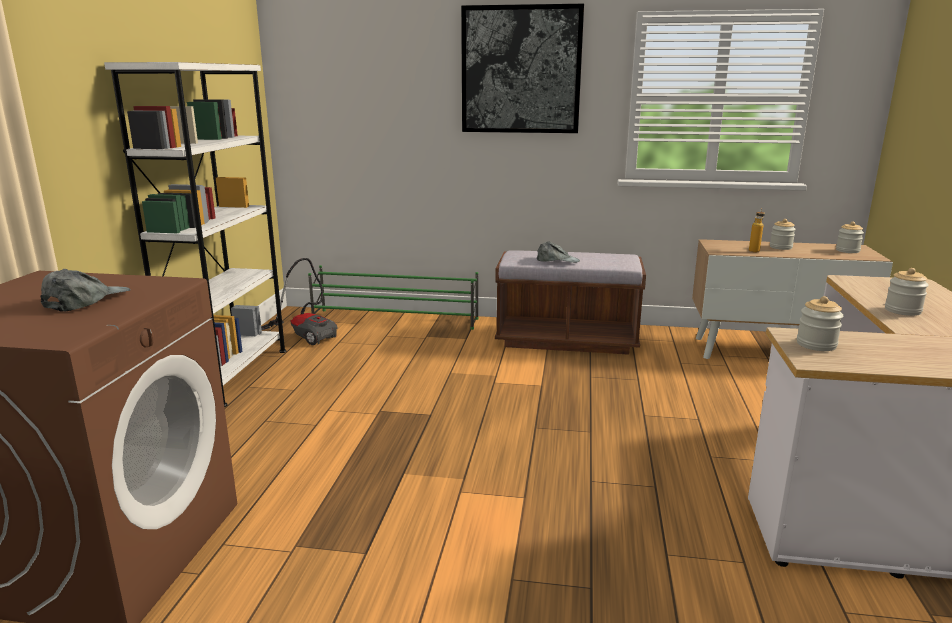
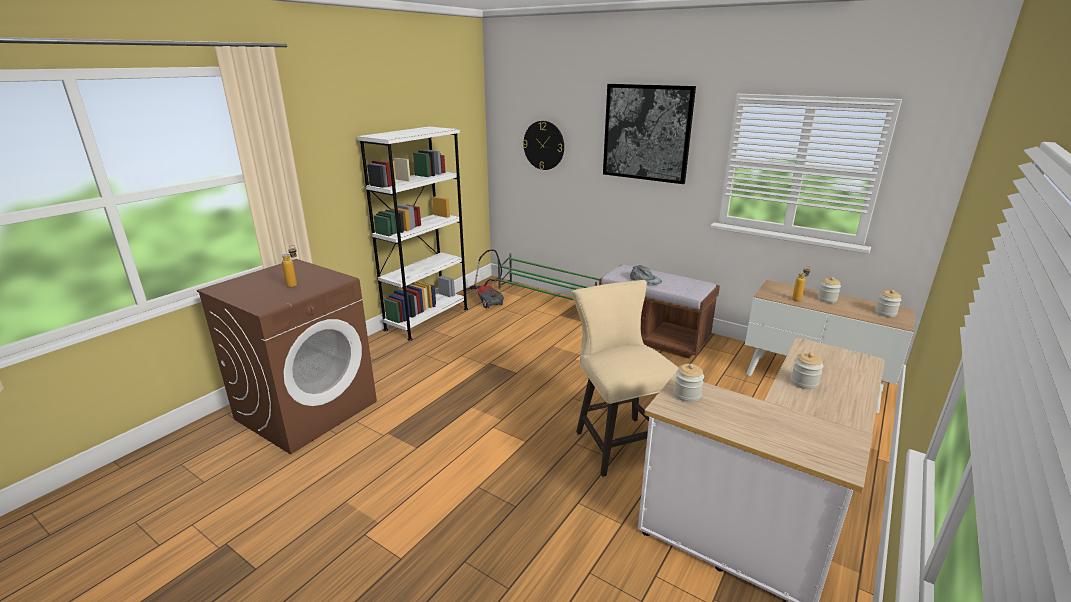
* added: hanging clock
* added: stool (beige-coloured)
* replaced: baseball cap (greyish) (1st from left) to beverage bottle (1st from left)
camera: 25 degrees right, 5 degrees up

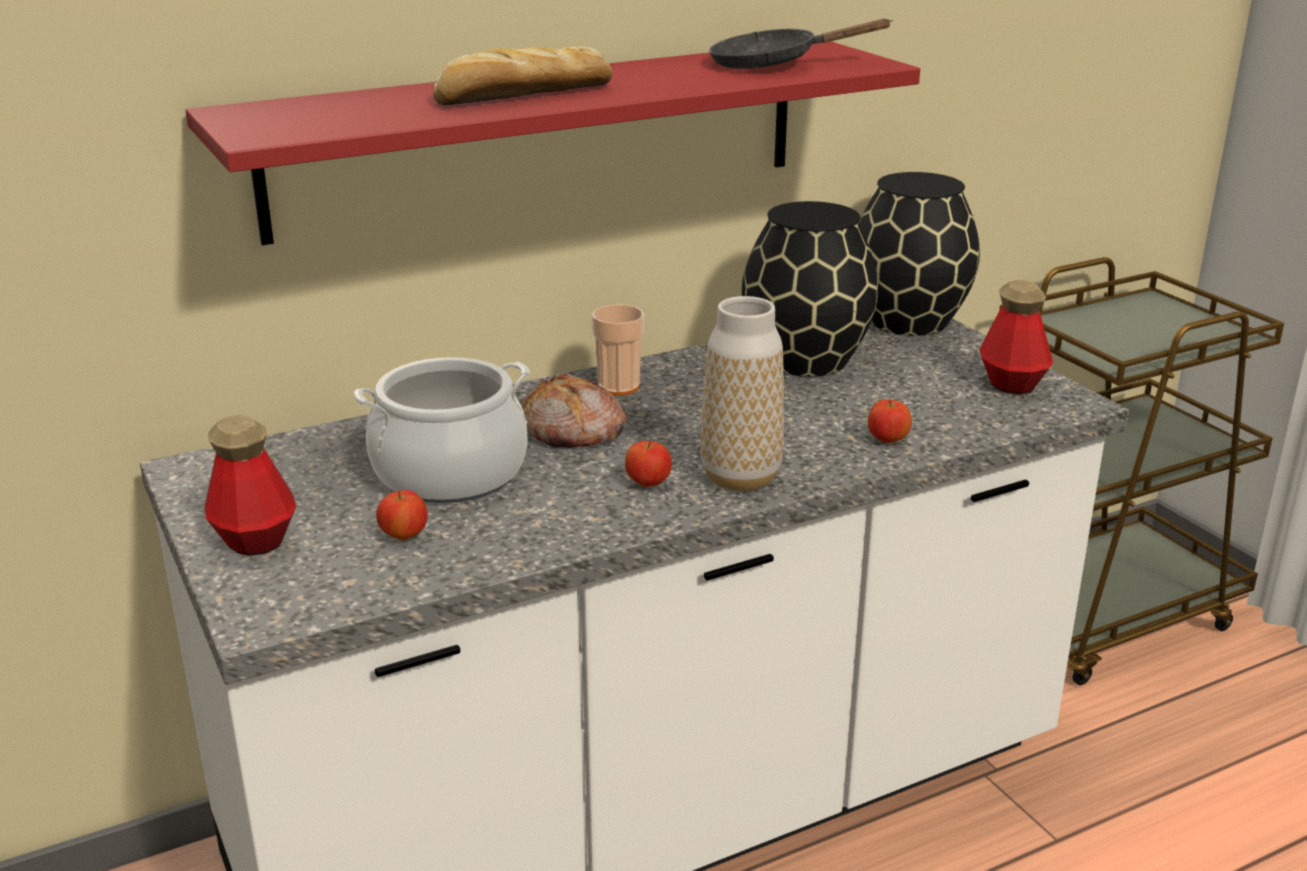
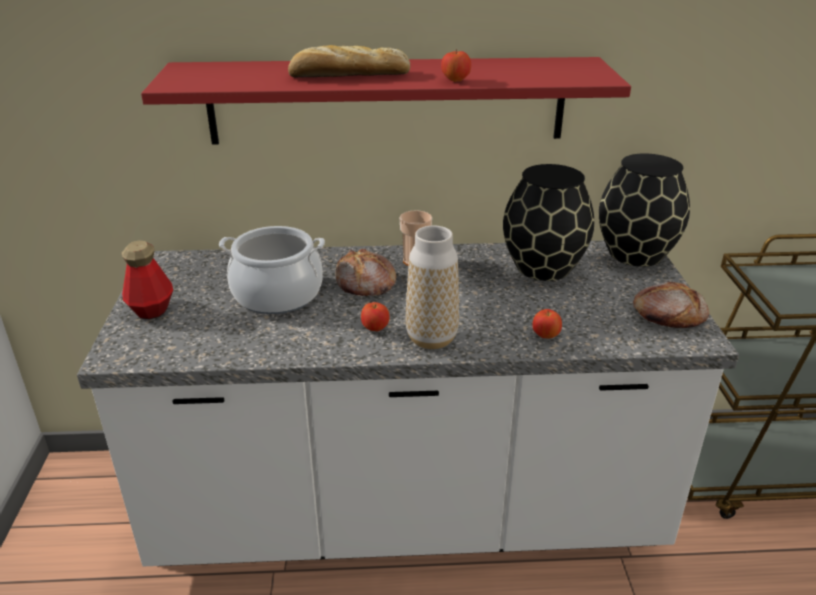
* removed: skillet (blackish)
* moved: apple (1st from left in the first image) to apple (2nd from left)
* replaced: beverage bottle (2nd from left) to bread (3rd from left)
camera: 25 degrees right, 5 degrees up

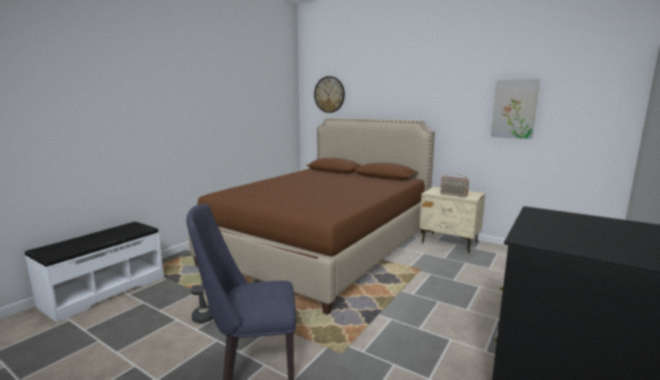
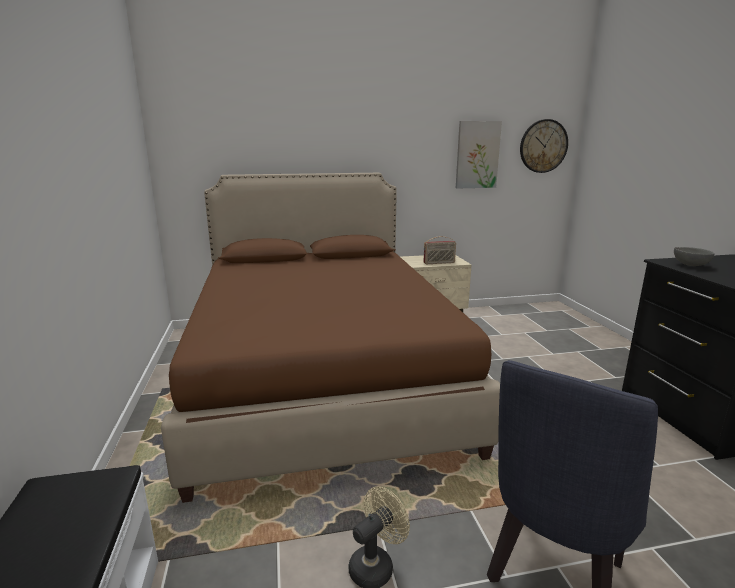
* added: bowl (greyish)
* moved: hanging clock
camera: 45 degrees left, 5 degrees up

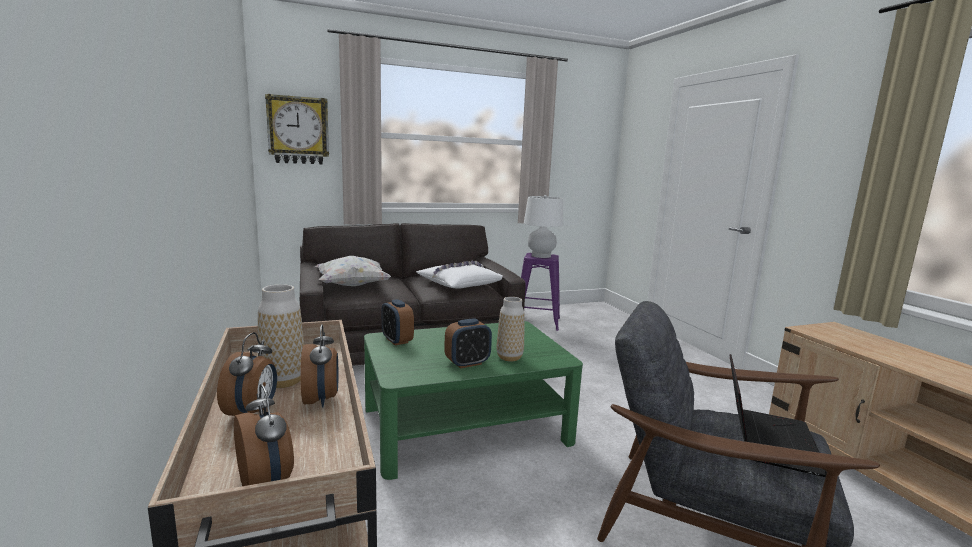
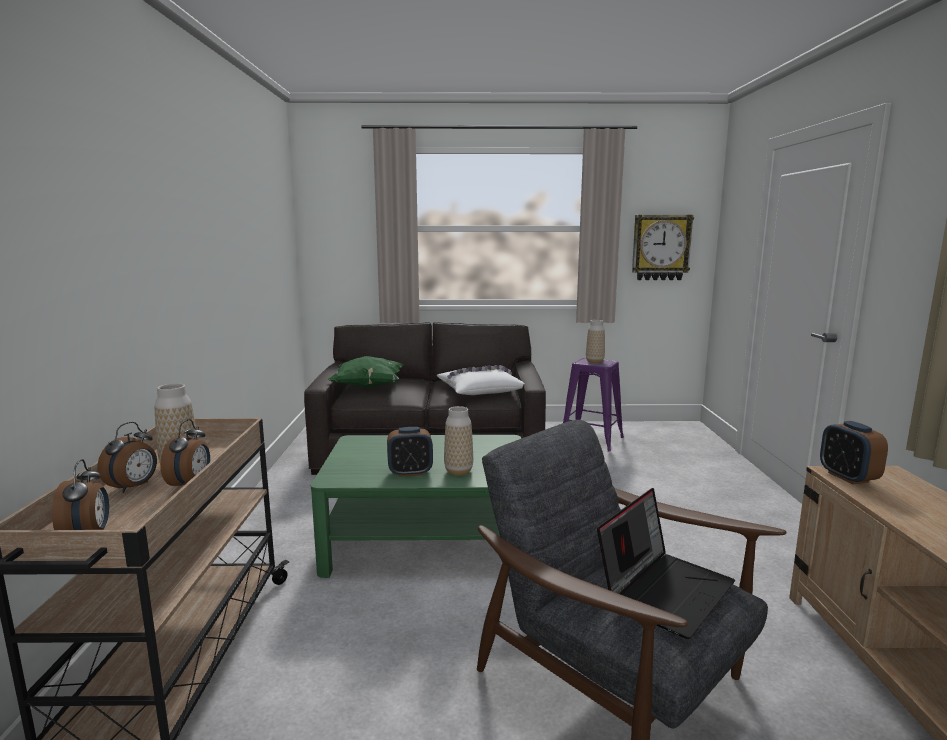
* moved: hanging clock
* moved: bedside clock (4th from left in the first image) to bedside clock (5th from left)
* replaced: table lamp (white-coloured) to decorative vase (3rd from left)
* recoloured: pillow (white-coloured) (1st from left) to pillow (greenish)
camera: 20 degrees right, 0 degrees up

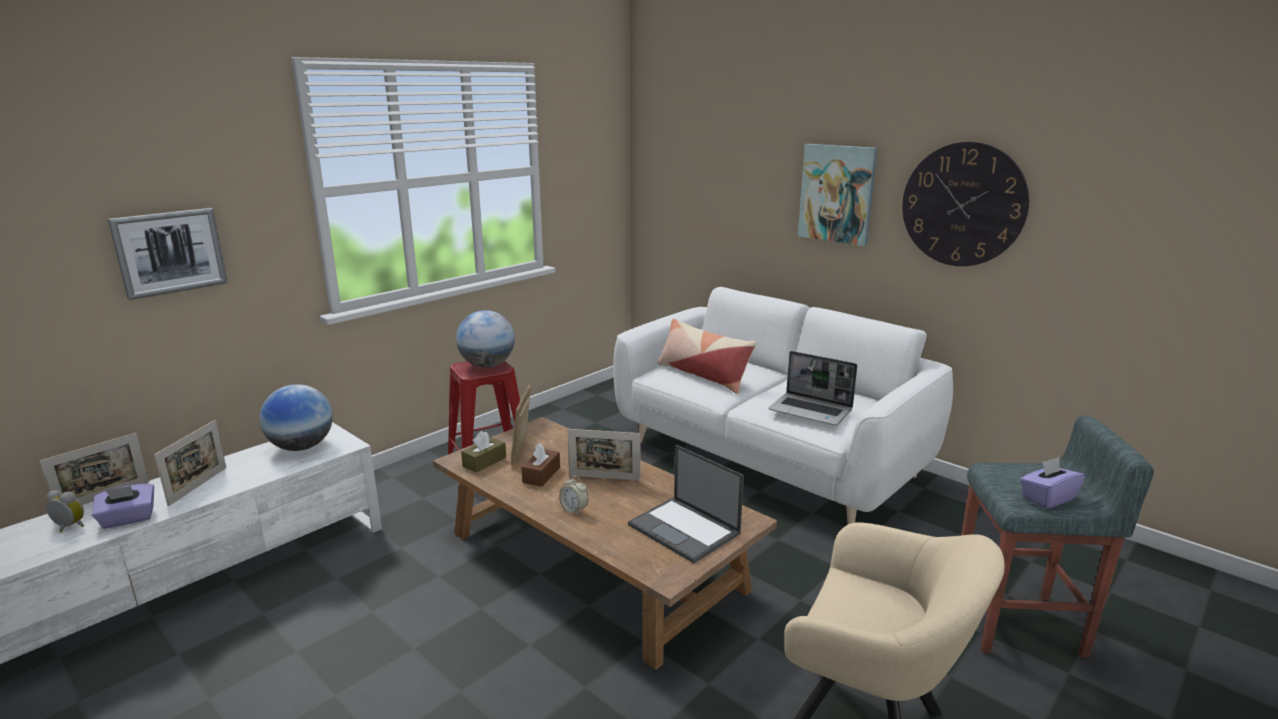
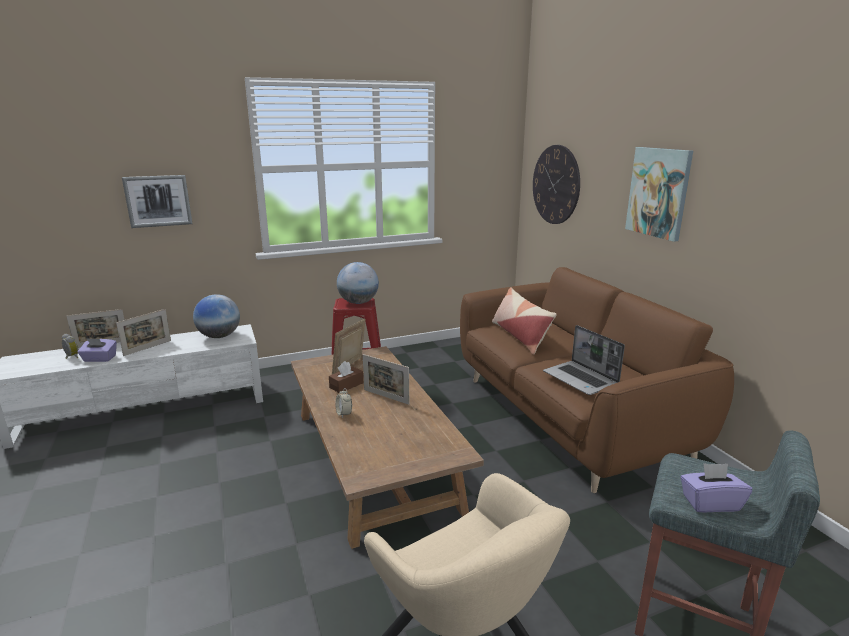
* removed: box of tissues (brownish) (1st from left)
* removed: laptop (1st from left)
* moved: hanging clock
* recoloured: couch (white-coloured) to couch (brownish)
camera: 25 degrees right, 0 degrees up

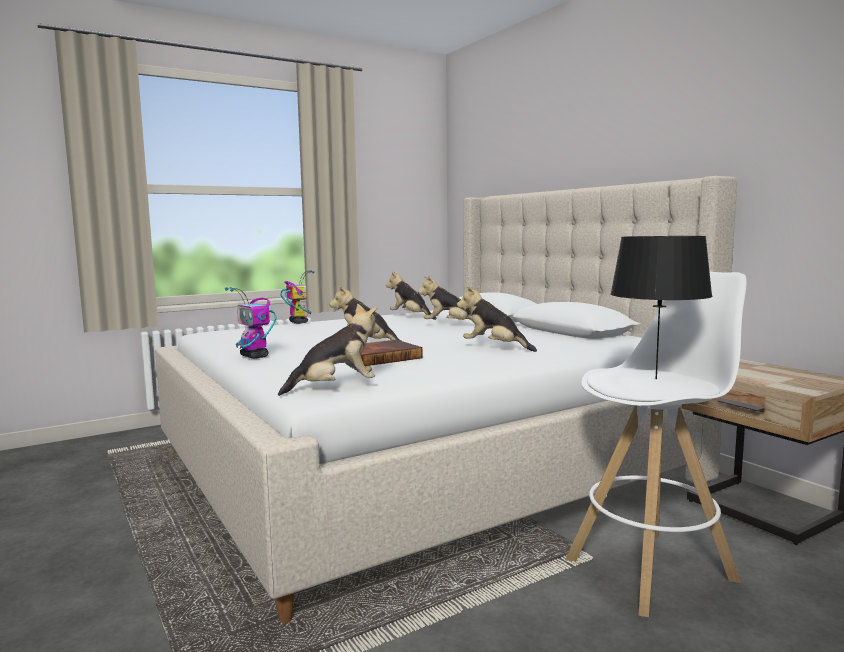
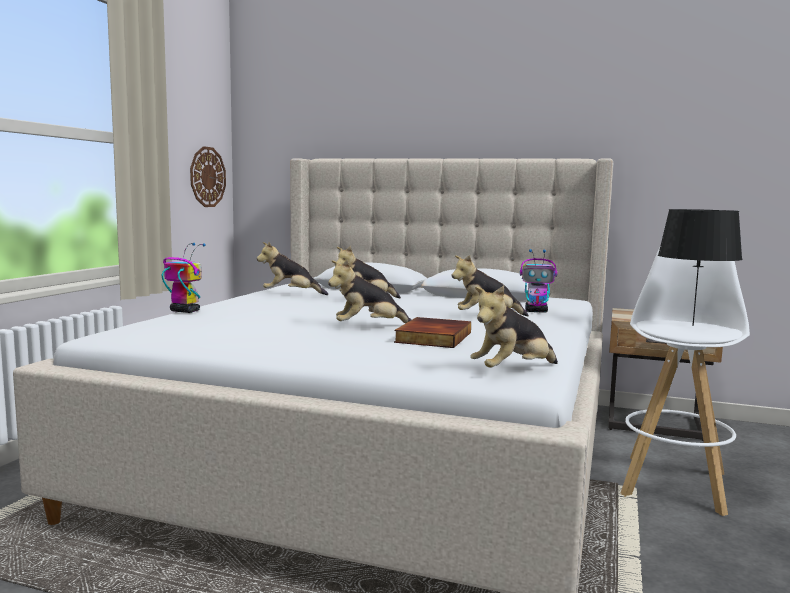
* added: hanging clock
* moved: model robot (1st from left in the first image) to model robot (2nd from left)
* turned: cuddly toy (1st from left in the first image) 150 degrees counterclockwise
camera: 40 degrees left, 0 degrees up

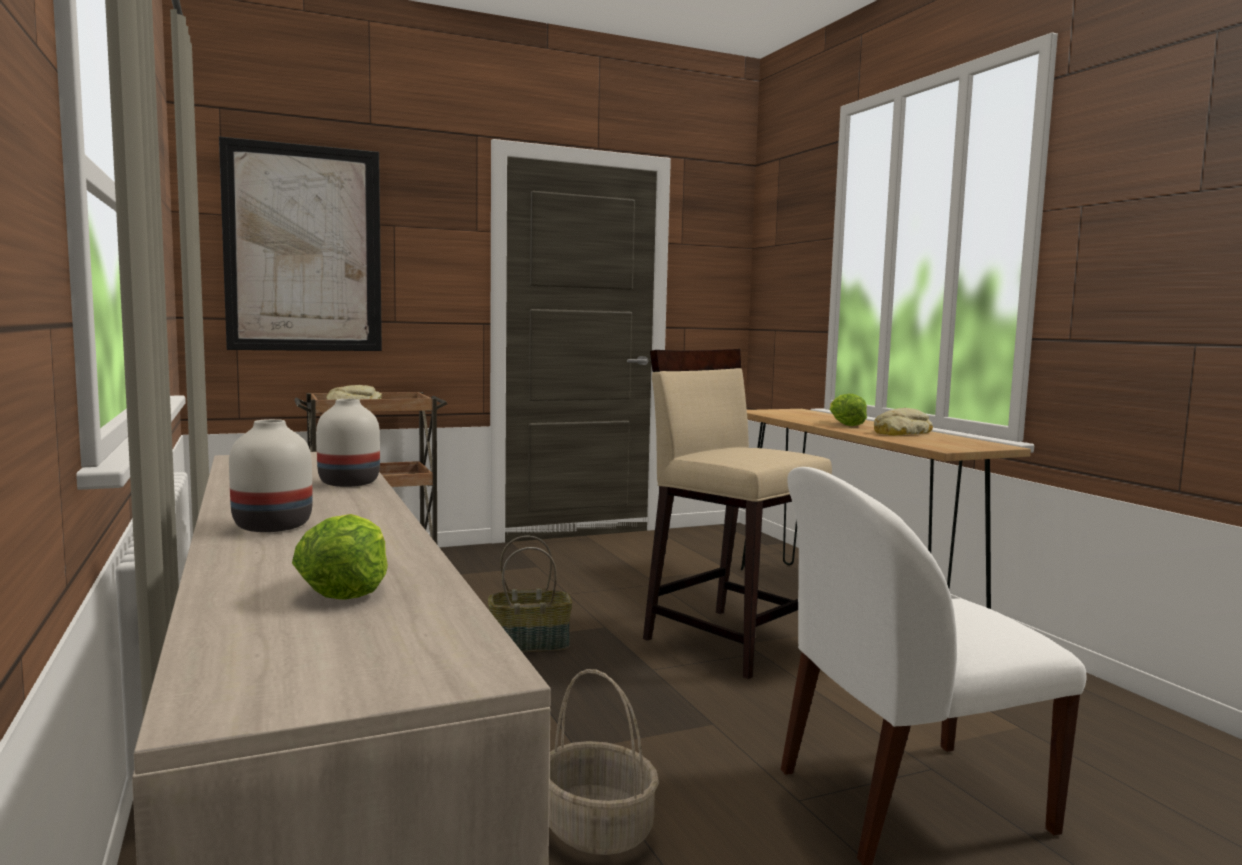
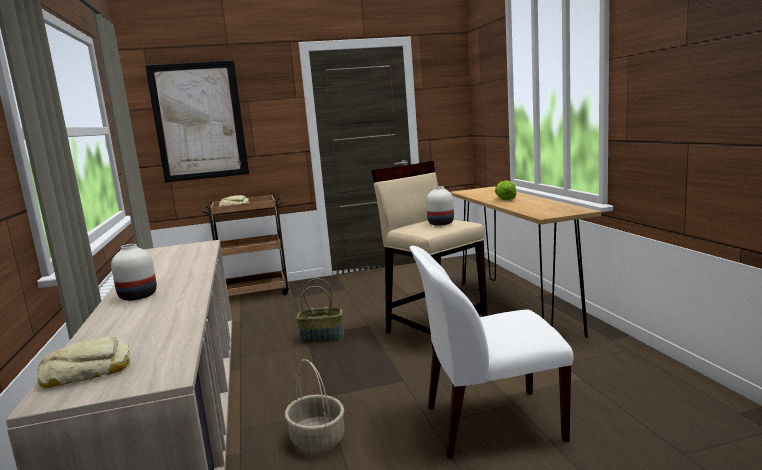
* removed: head of lettuce (1st from left)
* moved: decorative vase (white-coloured) (2nd from left)
* moved: bread (2nd from left in the first image) to bread (1st from left)
camera: 10 degrees right, 5 degrees up

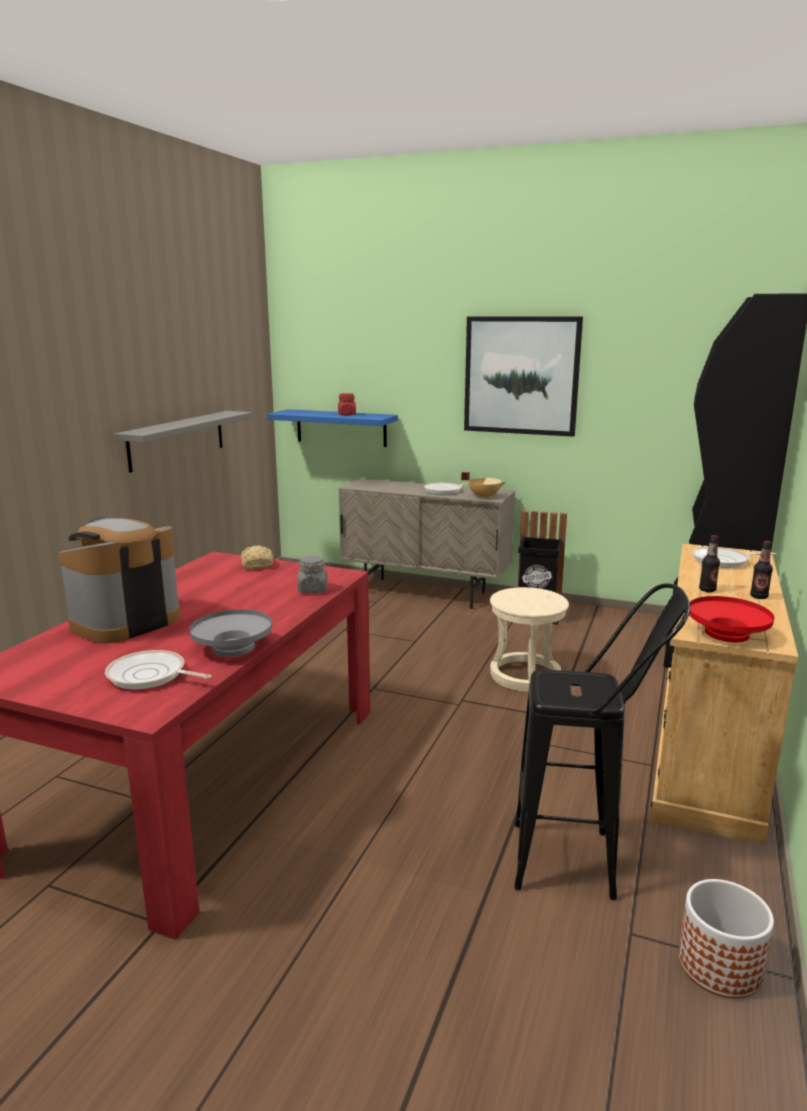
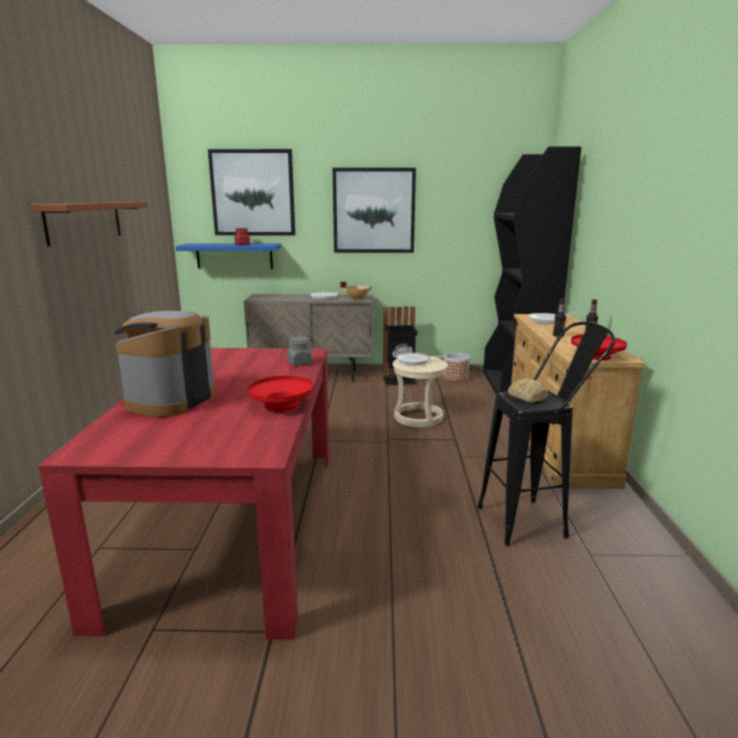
* removed: wall shelf (greyish)
* added: wall shelf (brownish)
* added: wall picture (1st from left)
* moved: skillet (1st from left in the first image) to skillet (2nd from left)
* moved: bread
* moved: flower pot
* recoloured: bowl (greyish) to bowl (red-coloured) (1st from left)
camera: 20 degrees left, 0 degrees up

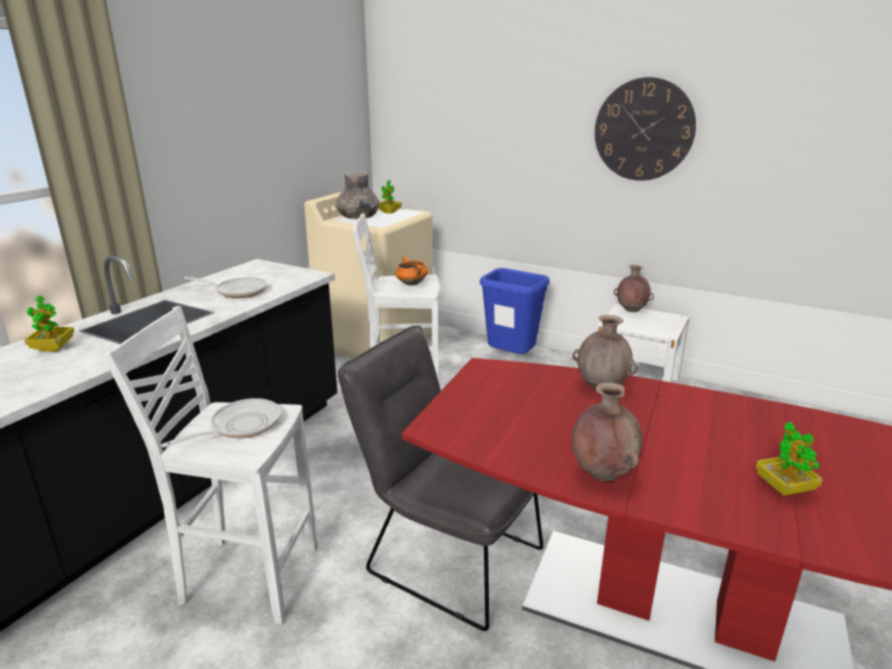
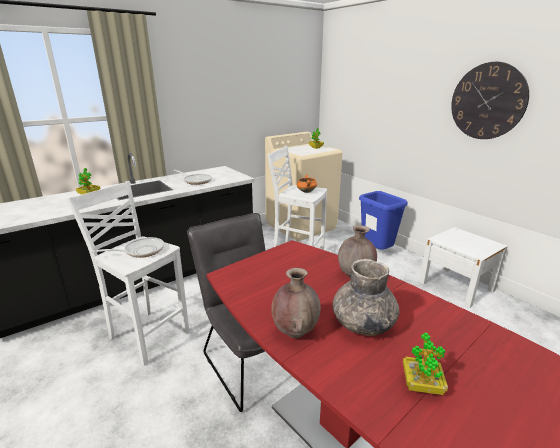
* removed: decorative vase (brownish) (3rd from left)
* moved: decorative vase (greyish)
camera: 25 degrees right, 0 degrees up

